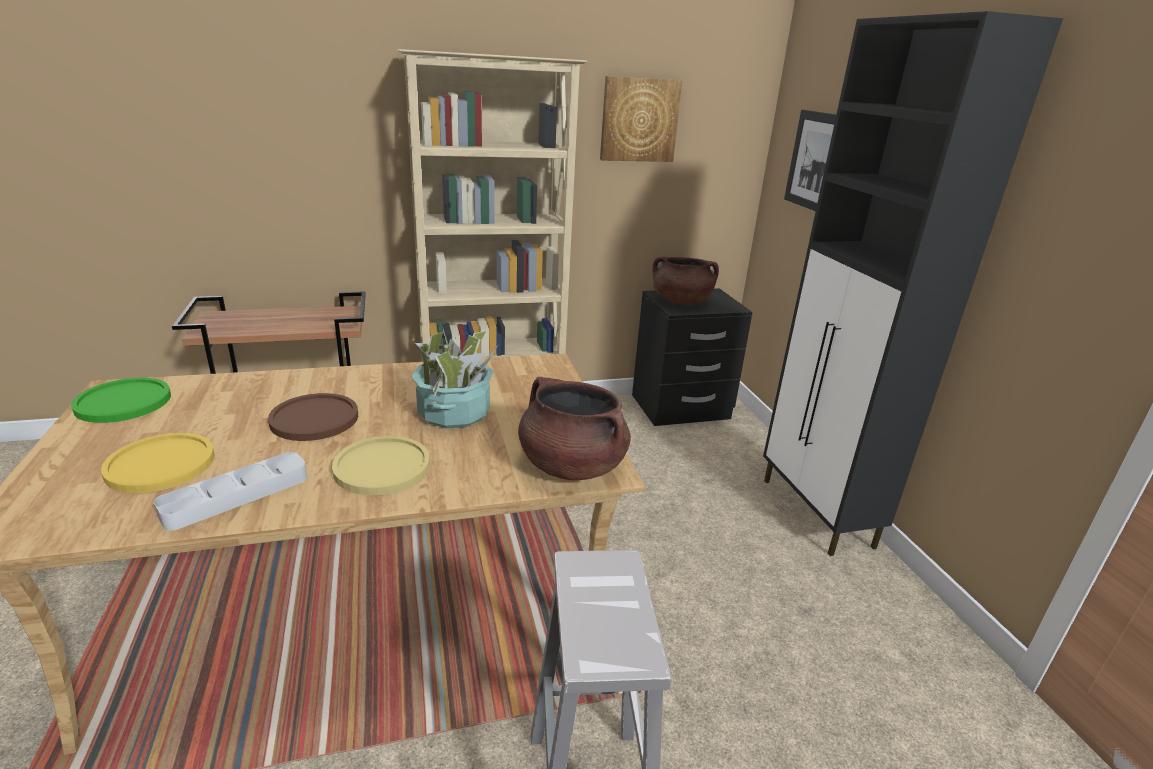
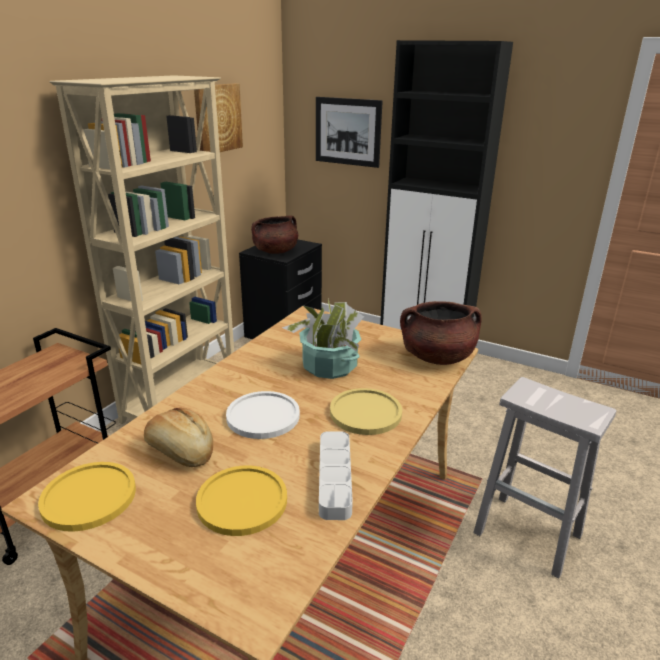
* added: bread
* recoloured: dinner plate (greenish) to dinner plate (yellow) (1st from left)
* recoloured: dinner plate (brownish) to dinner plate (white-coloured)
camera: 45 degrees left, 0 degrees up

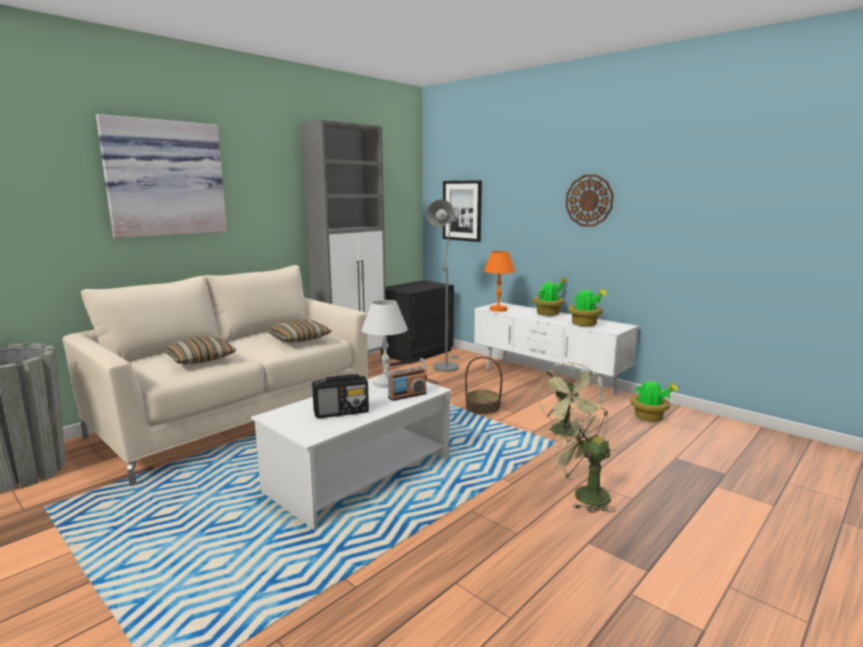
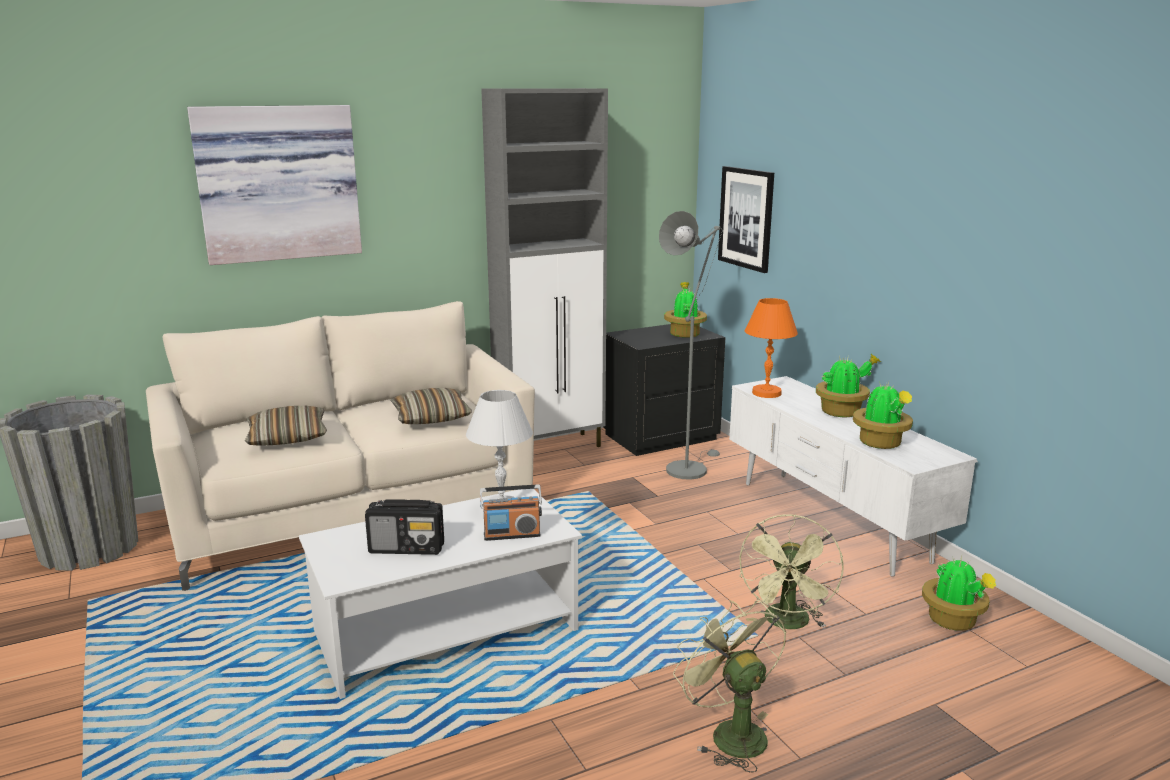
* removed: basket
* removed: hanging clock
* added: potted plant (1st from left)
camera: 20 degrees right, 5 degrees up

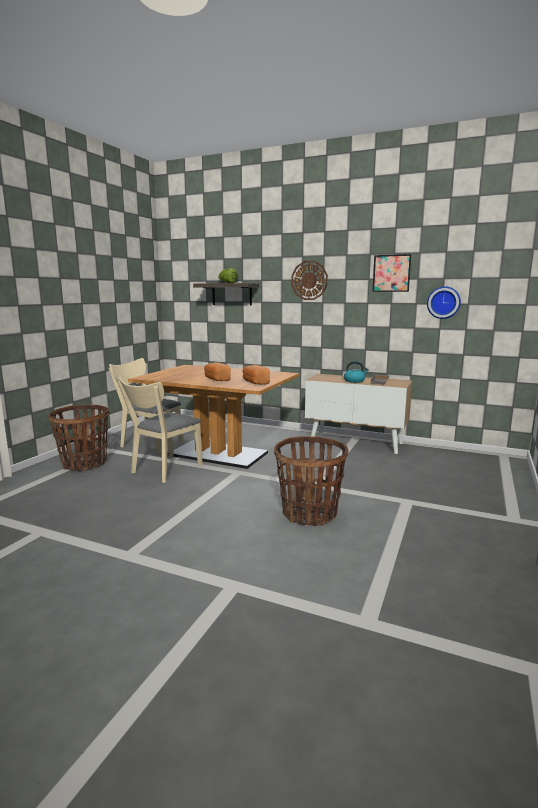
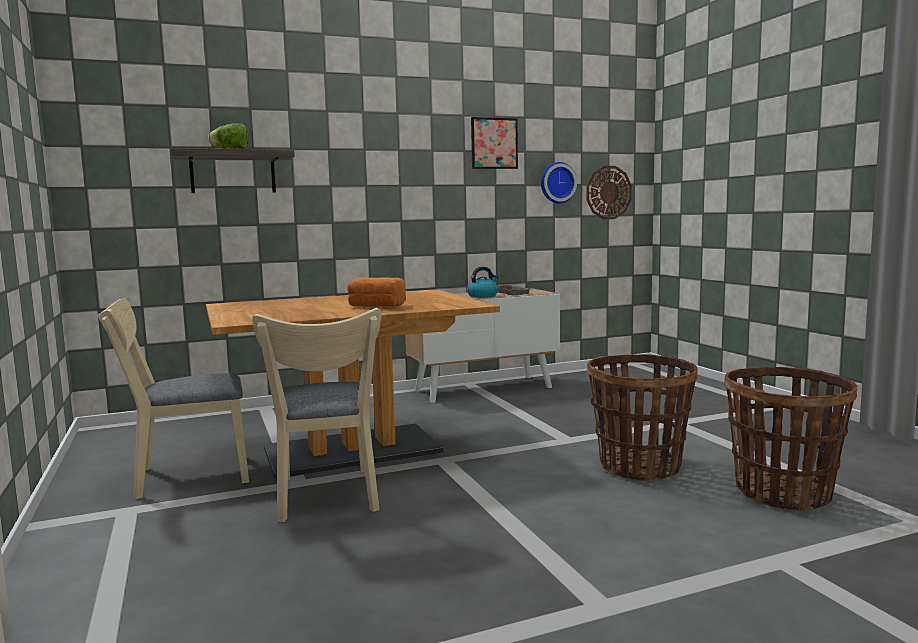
* removed: bread (2nd from left)
* moved: basket (1st from left in the first image) to basket (2nd from left)
* moved: hanging clock (1st from left in the first image) to hanging clock (2nd from left)
camera: 45 degrees left, 5 degrees down

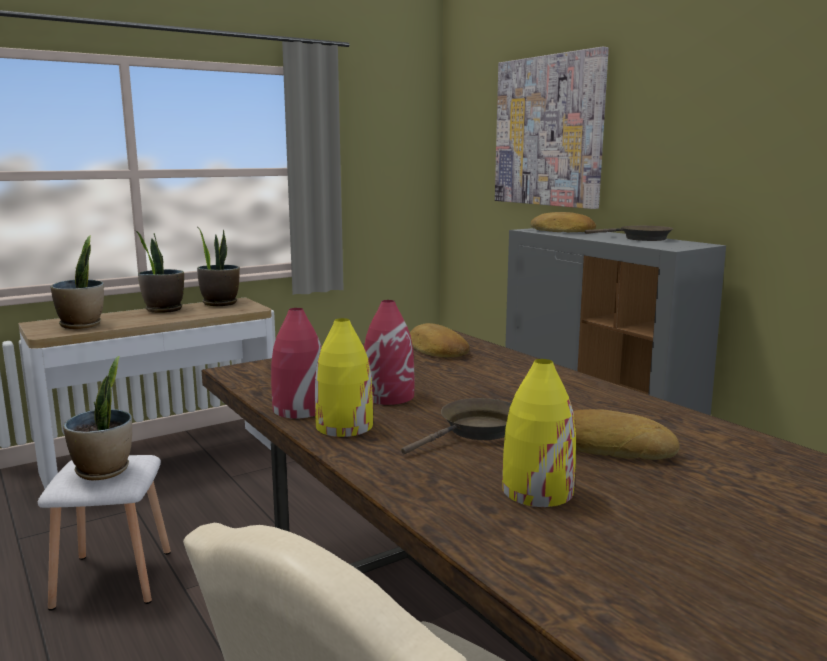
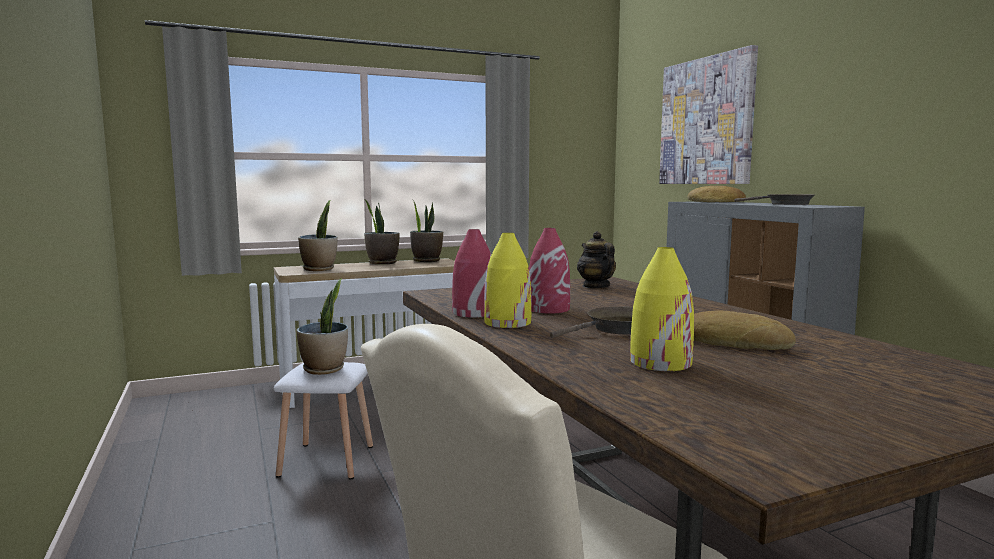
* replaced: bread (1st from left) to pot for tea
camera: 10 degrees right, 5 degrees down

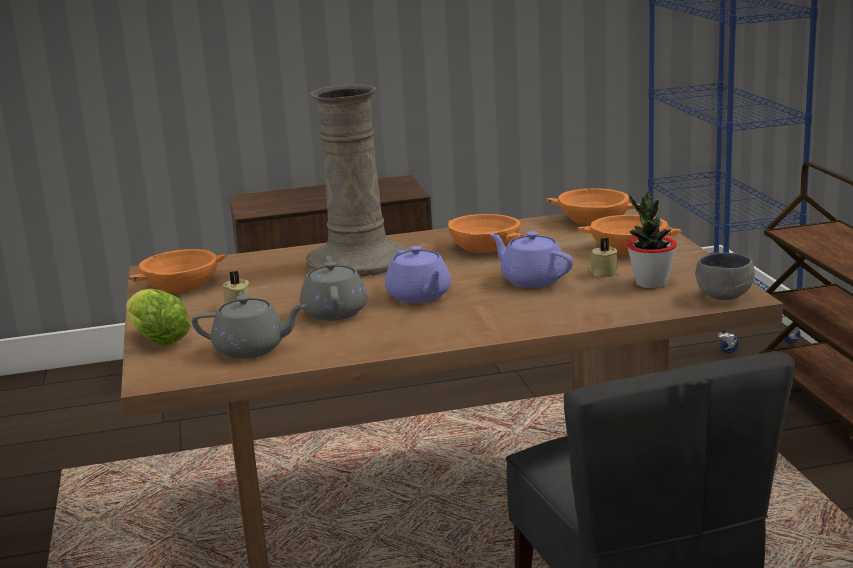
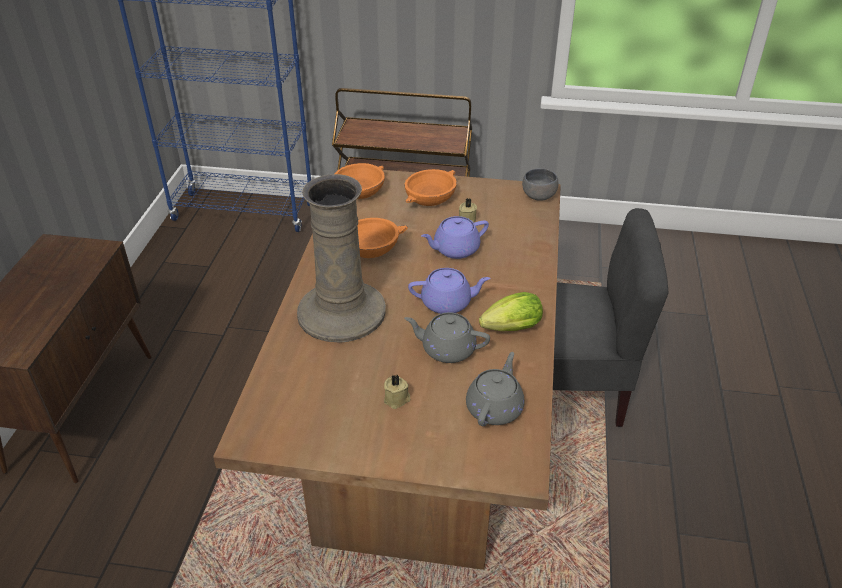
* removed: bowl (orangey) (1st from left)
* removed: potted plant
* moved: head of lettuce
camera: 70 degrees left, 20 degrees up

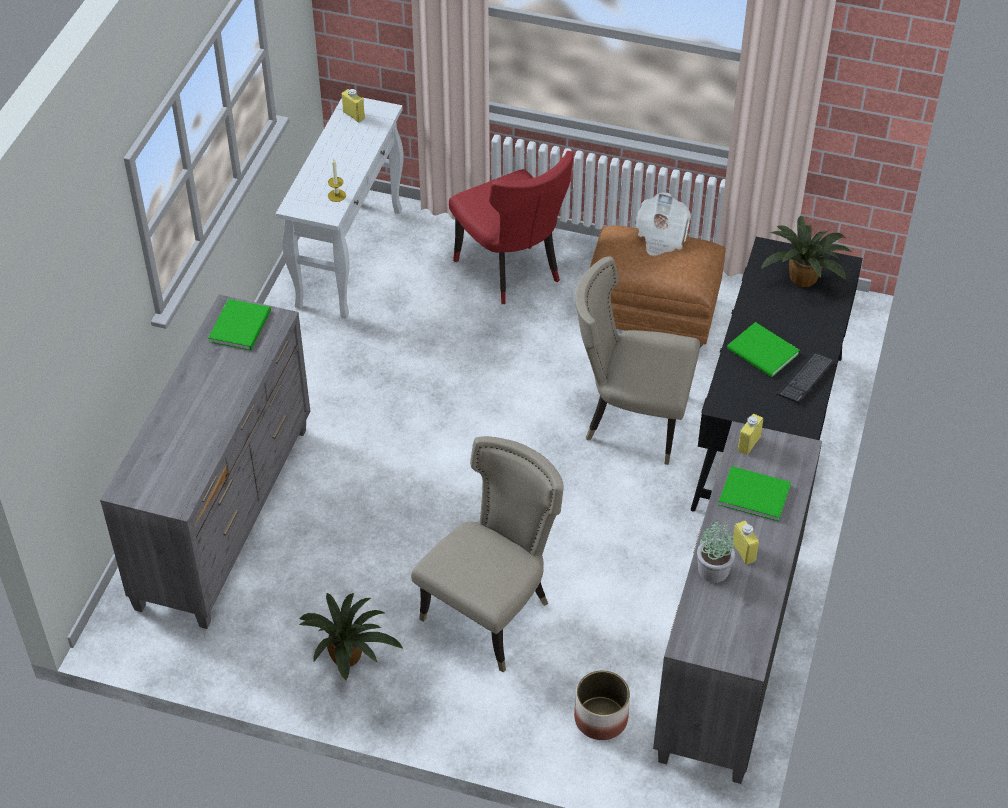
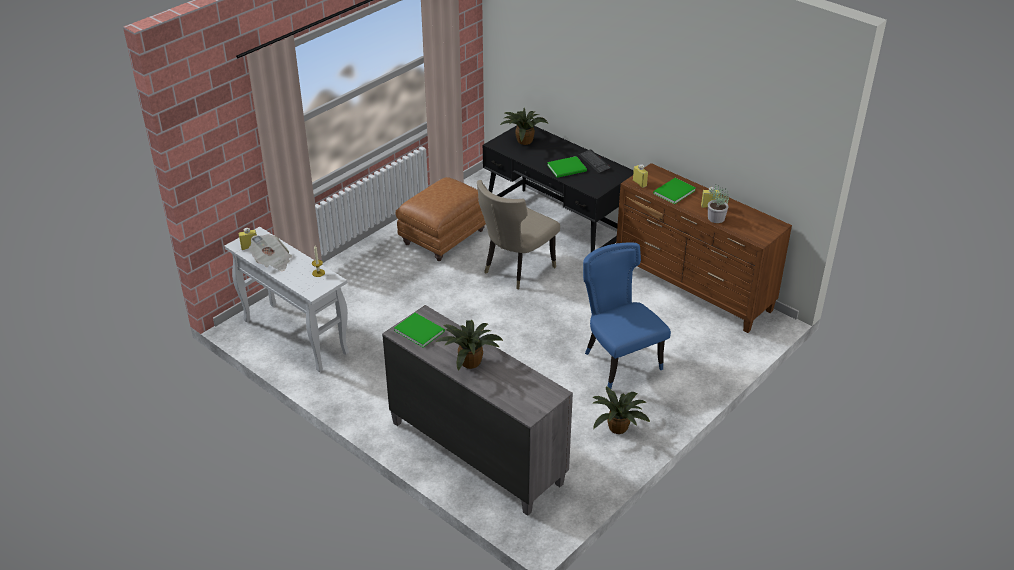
* removed: chair (red-coloured)
* removed: flower pot
* added: potted plant (1st from left)
* moved: newspaper
* recoloured: chair (beige-coloured) (1st from left) to chair (blue-coloured)
* recoloured: drawer chest (greyish) (2nd from left) to drawer chest (brownish)
camera: 65 degrees left, 10 degrees down

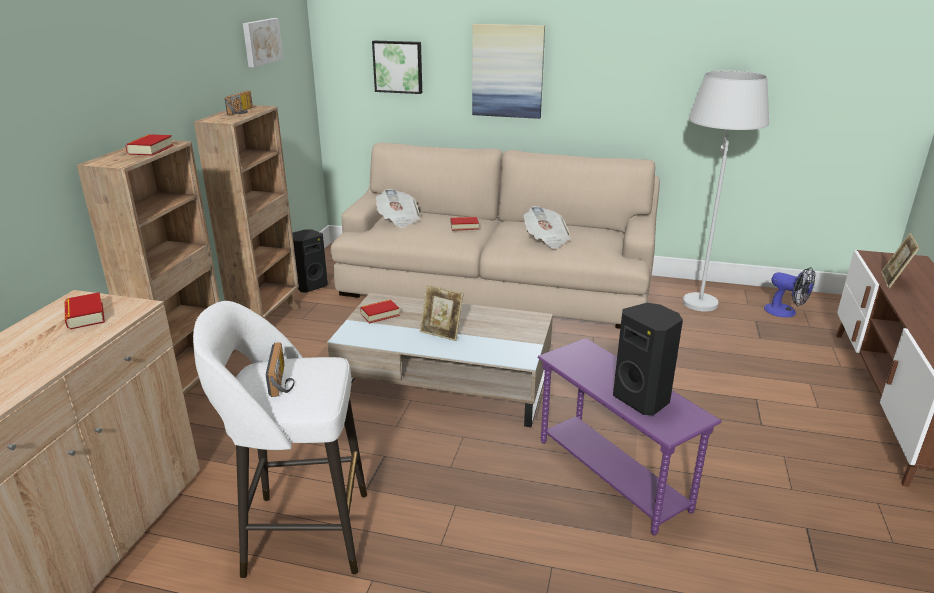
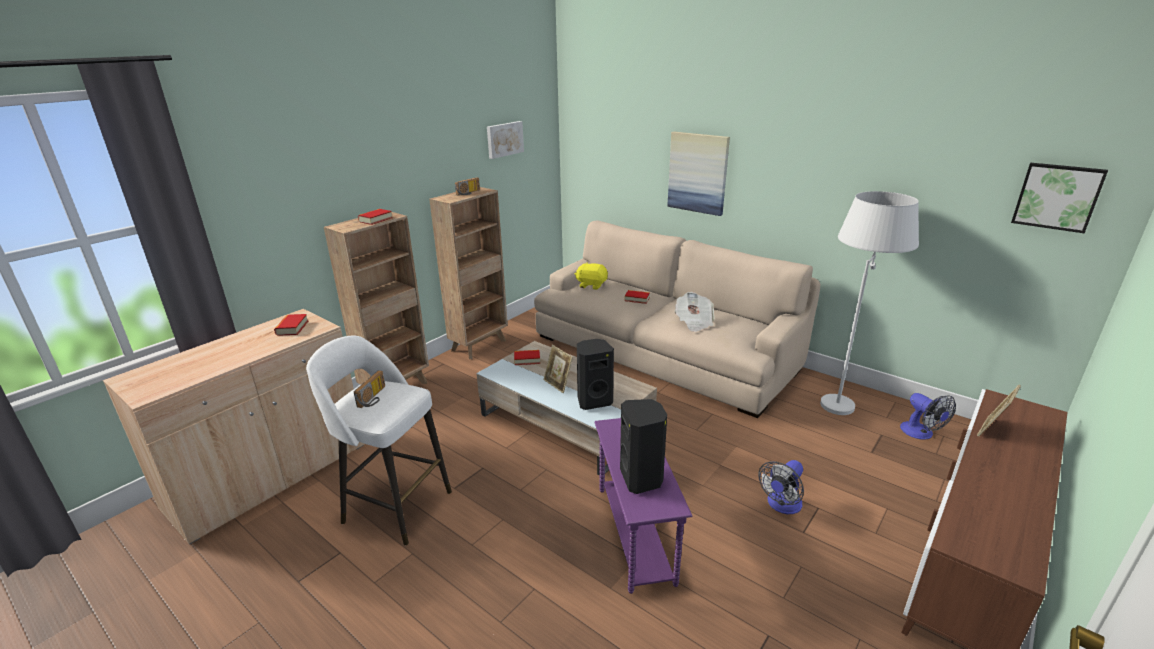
* added: cooling fan (1st from left)
* moved: loudspeaker (blackish) (1st from left)
* moved: wall picture (2nd from left in the first image) to wall picture (3rd from left)
* replaced: newspaper (1st from left) to cuddly toy (yellow)
camera: 25 degrees right, 0 degrees up

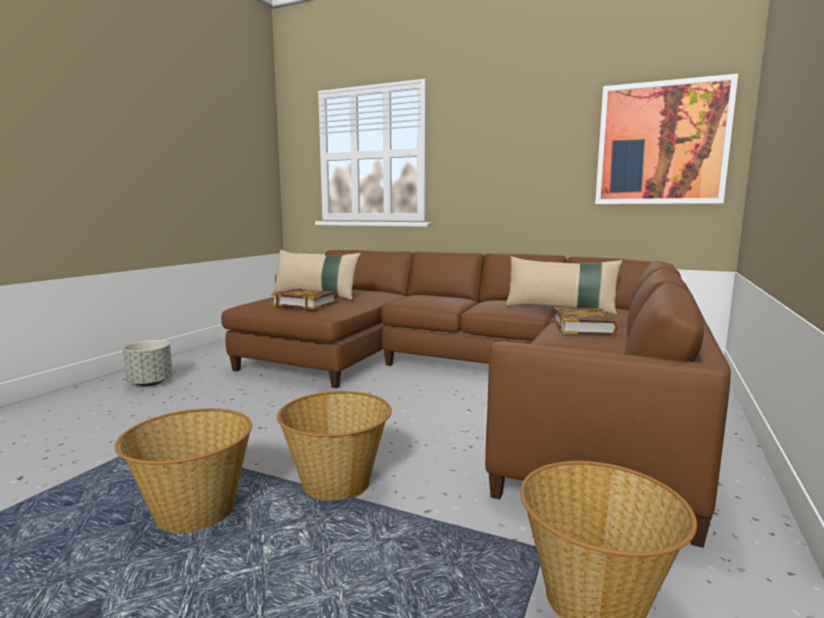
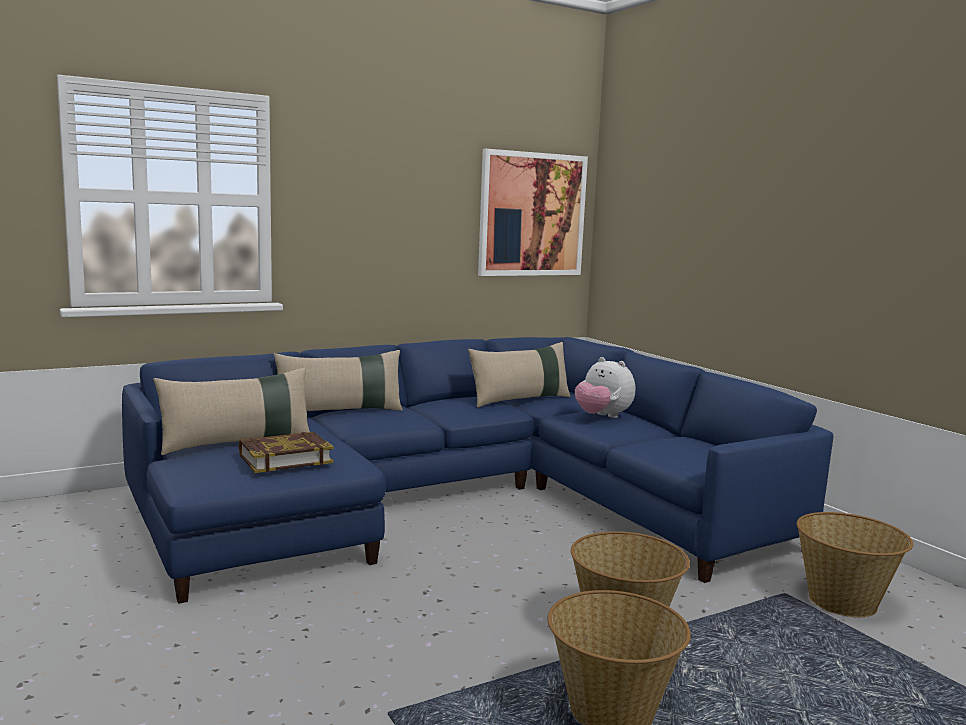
* removed: flower pot (greyish)
* added: pillow (beige-coloured) (2nd from left)
* replaced: book (2nd from left) to cuddly toy
* recoloured: couch (brownish) to couch (blue-coloured)
camera: 55 degrees left, 0 degrees up

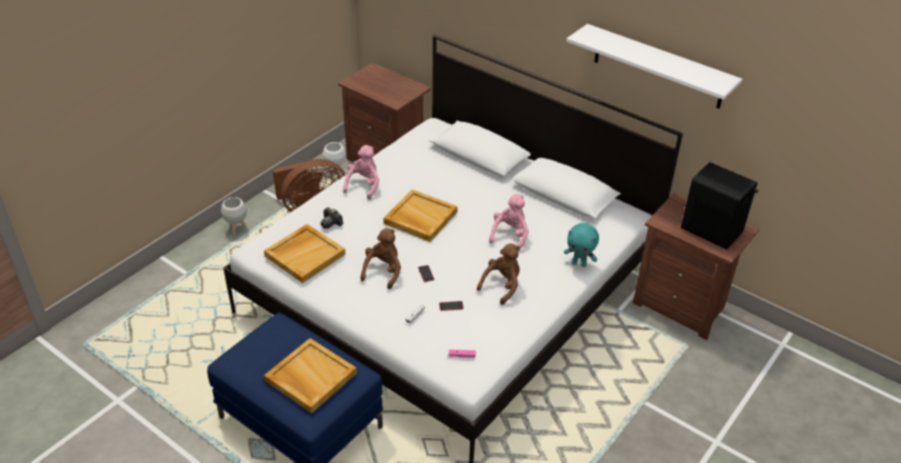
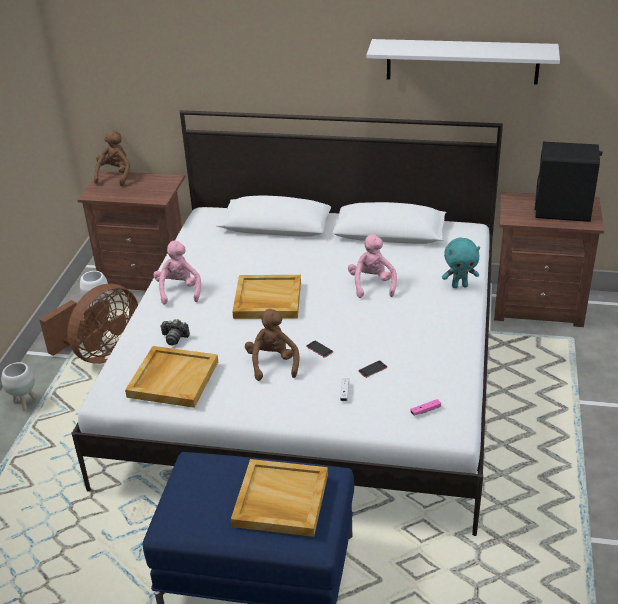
* moved: cuddly toy (brownish) (2nd from left in the first image) to cuddly toy (brownish) (1st from left)
camera: 25 degrees left, 5 degrees down

